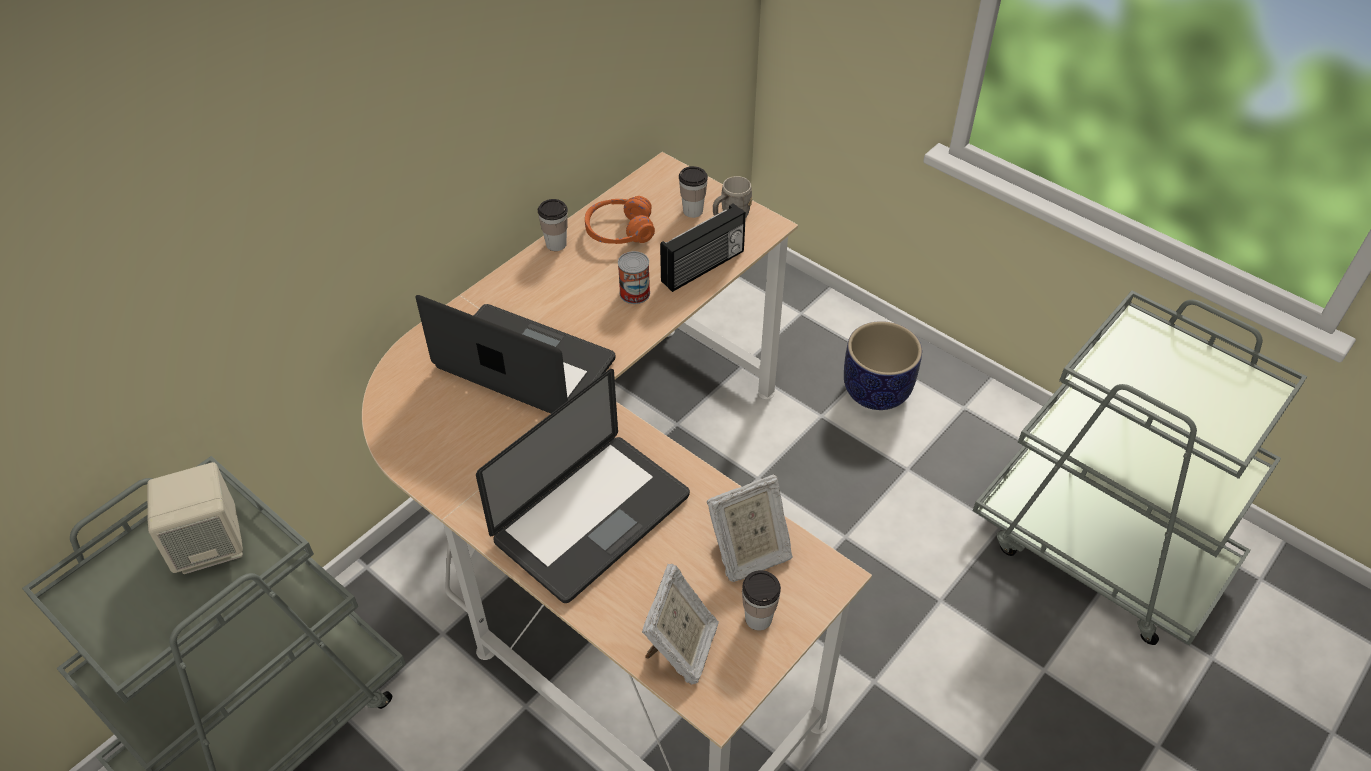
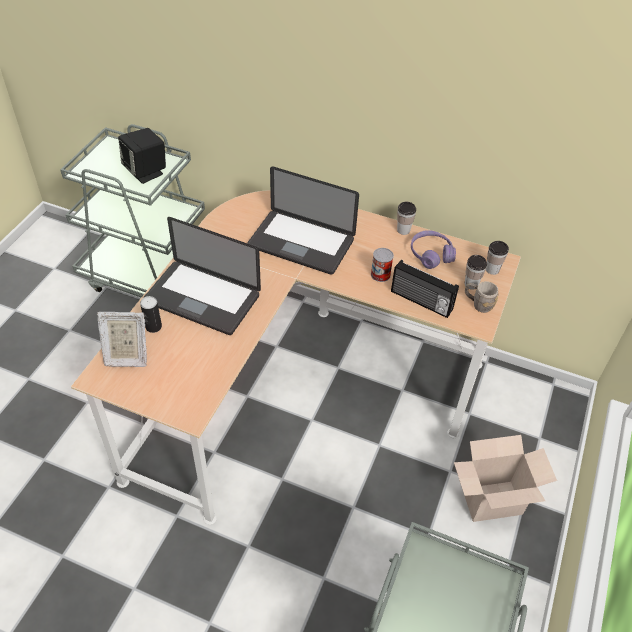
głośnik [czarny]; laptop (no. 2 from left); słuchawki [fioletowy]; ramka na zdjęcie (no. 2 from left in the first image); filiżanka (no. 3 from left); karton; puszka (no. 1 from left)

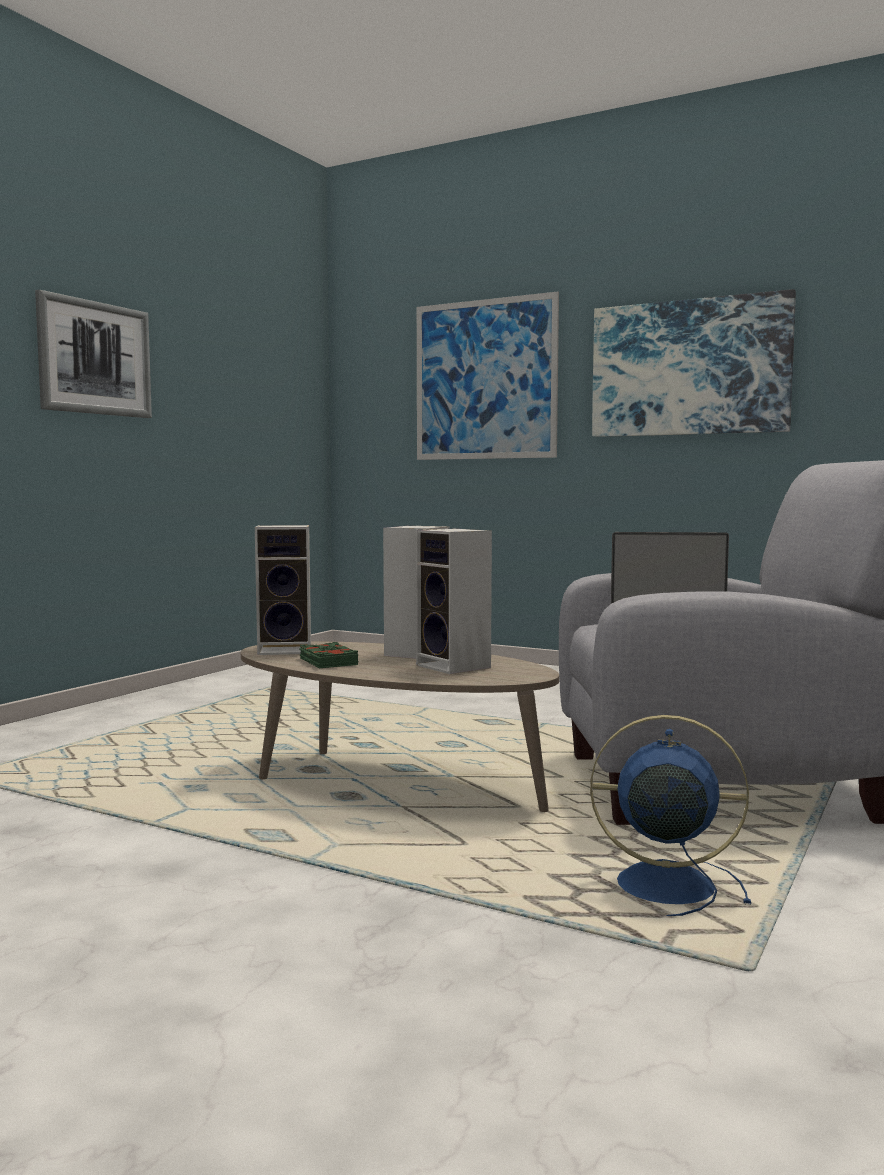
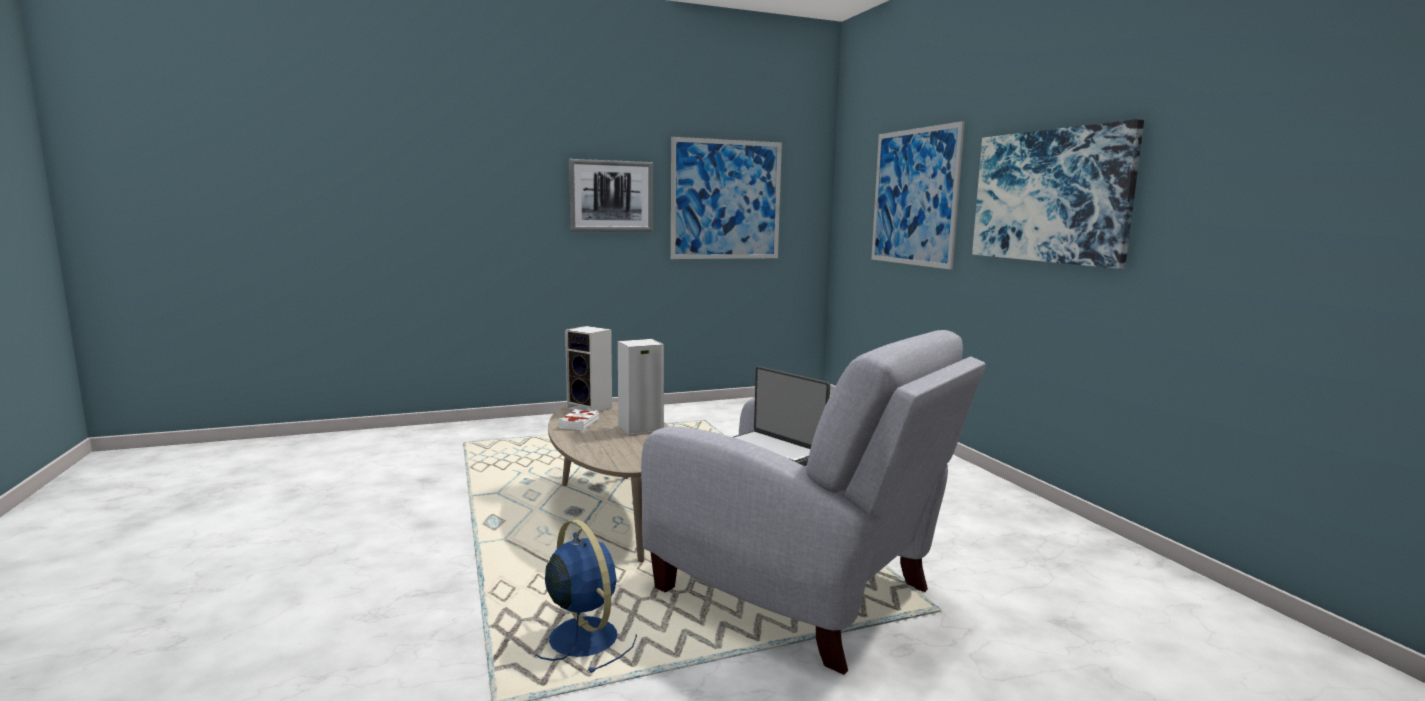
książka [biały]; głośnik (no. 3 from left in the first image); obraz (no. 2 from left)

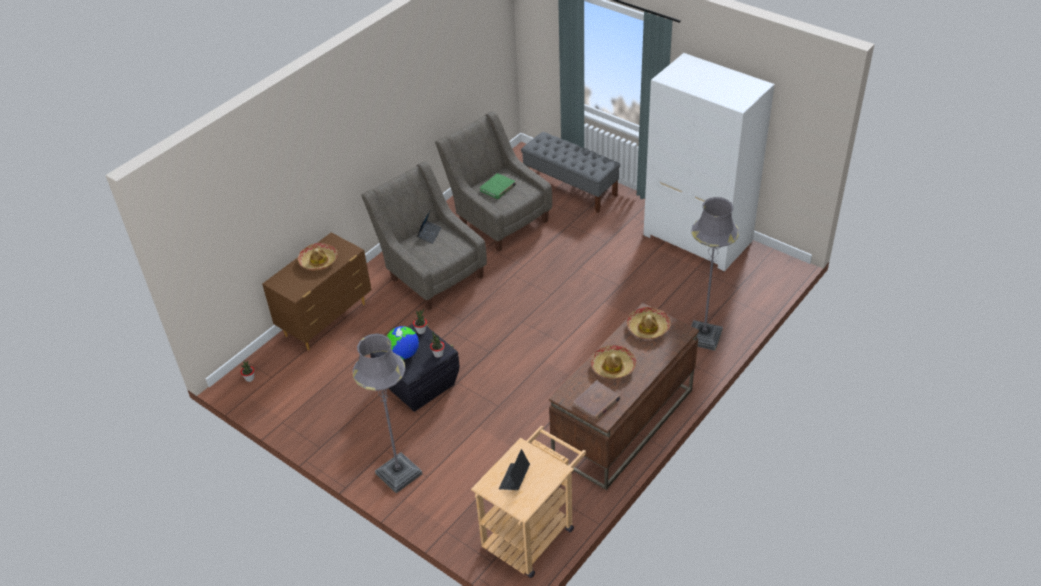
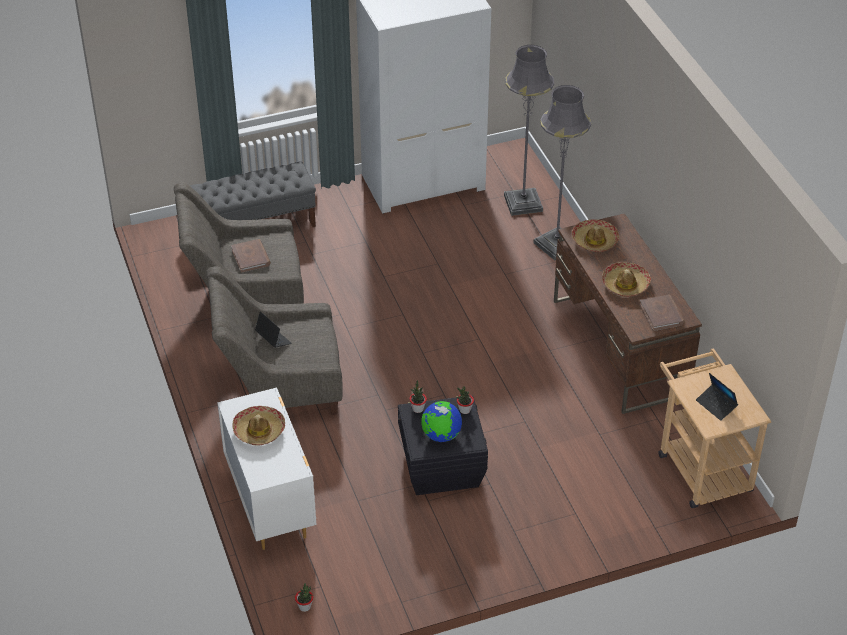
komoda [biały]; lampa stojąca [szary] (no. 1 from left); książka [brązowy] (no. 1 from left)

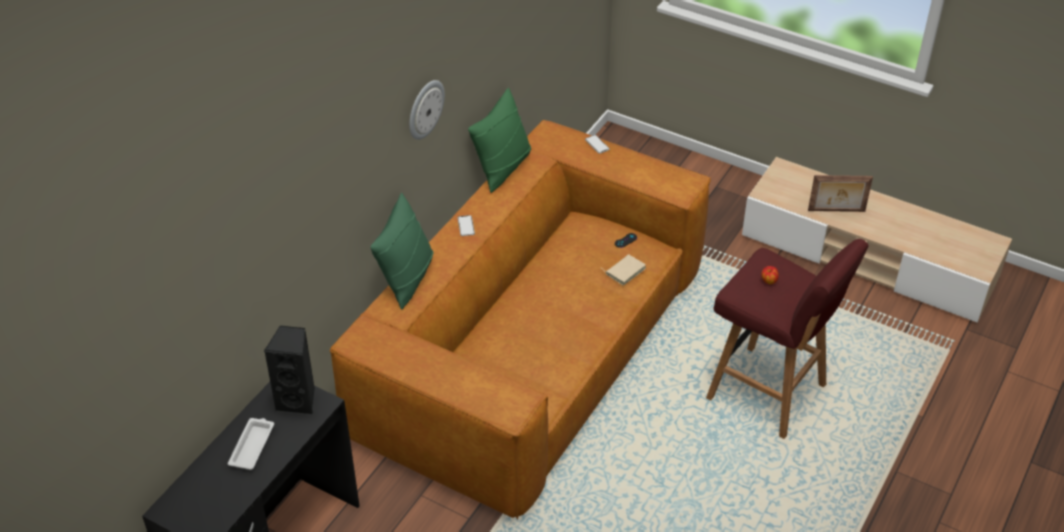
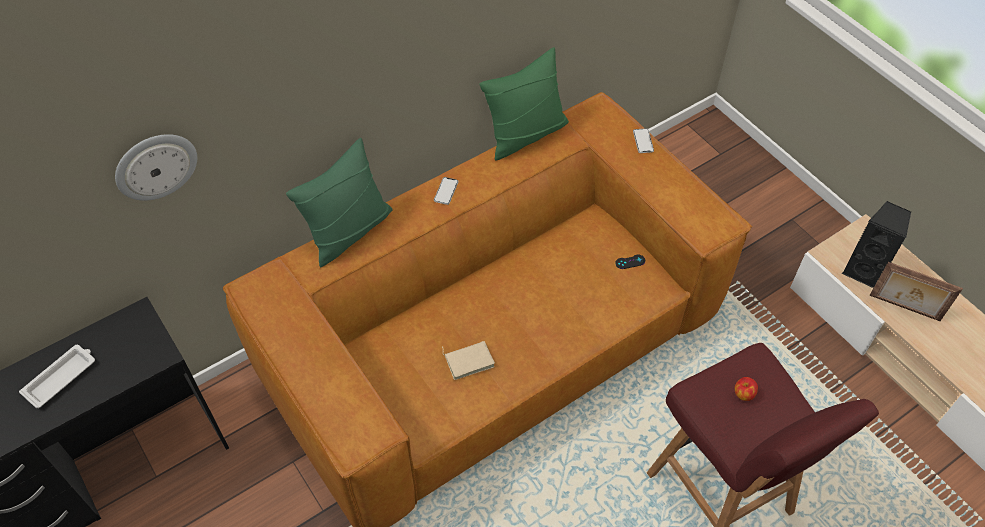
głośnik [czarny]; zegar ścienny; książka [beżowy]

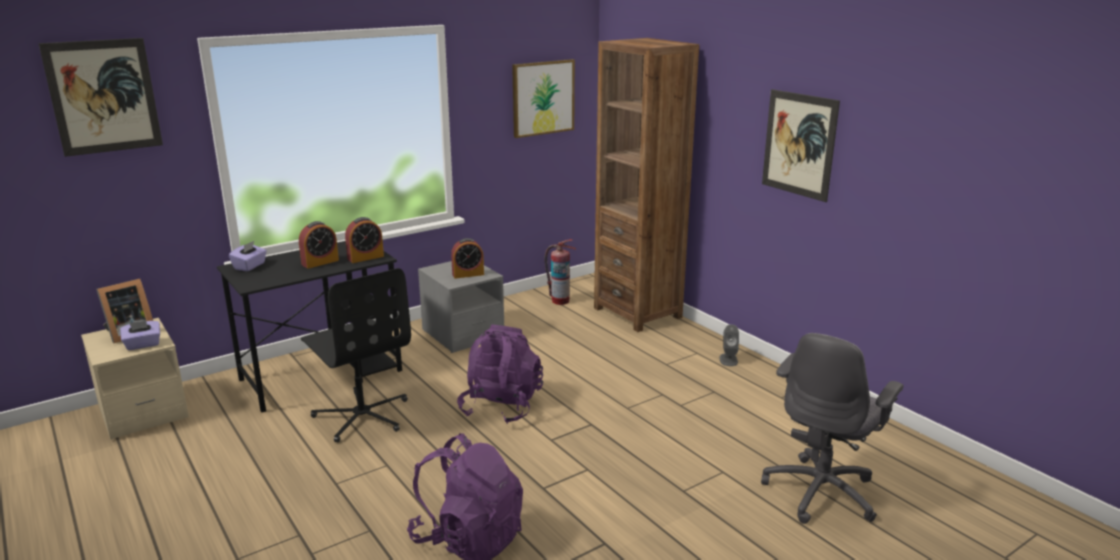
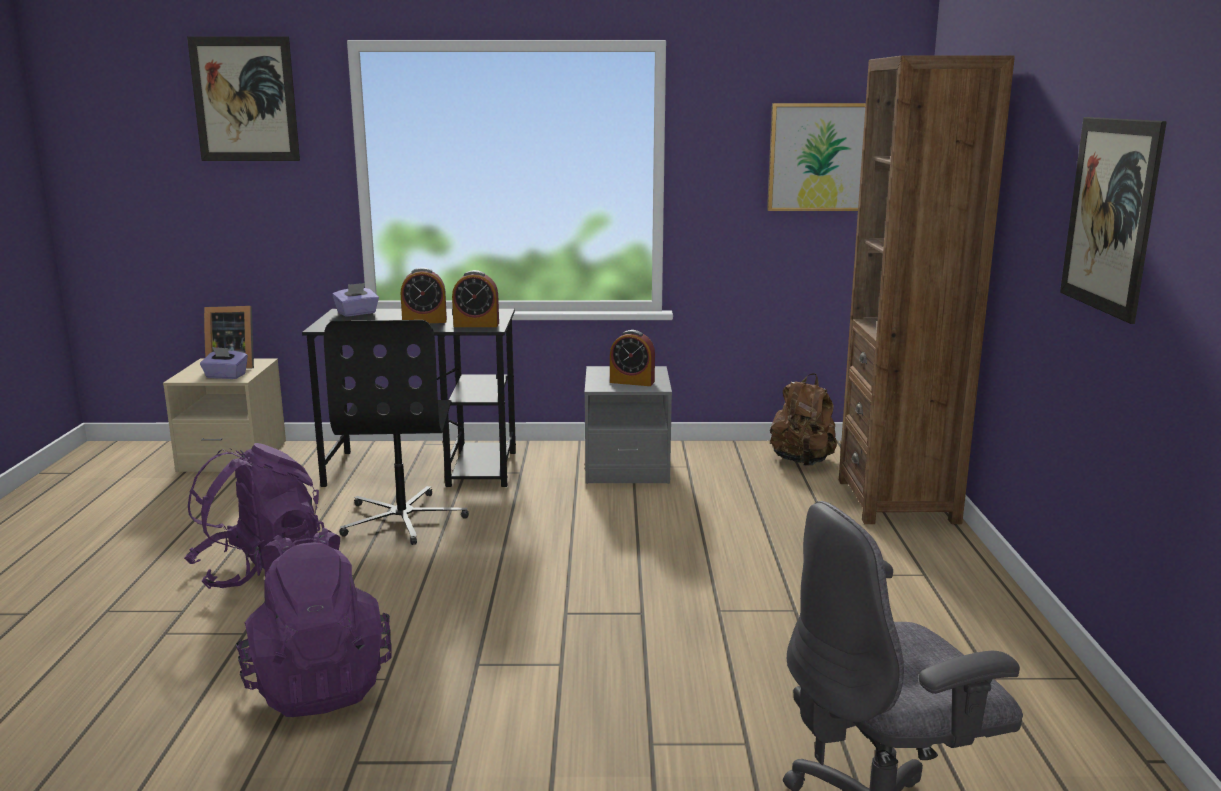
plecak [fioletowy] (no. 1 from left); plecak [brązowy]; głośnik [szary]

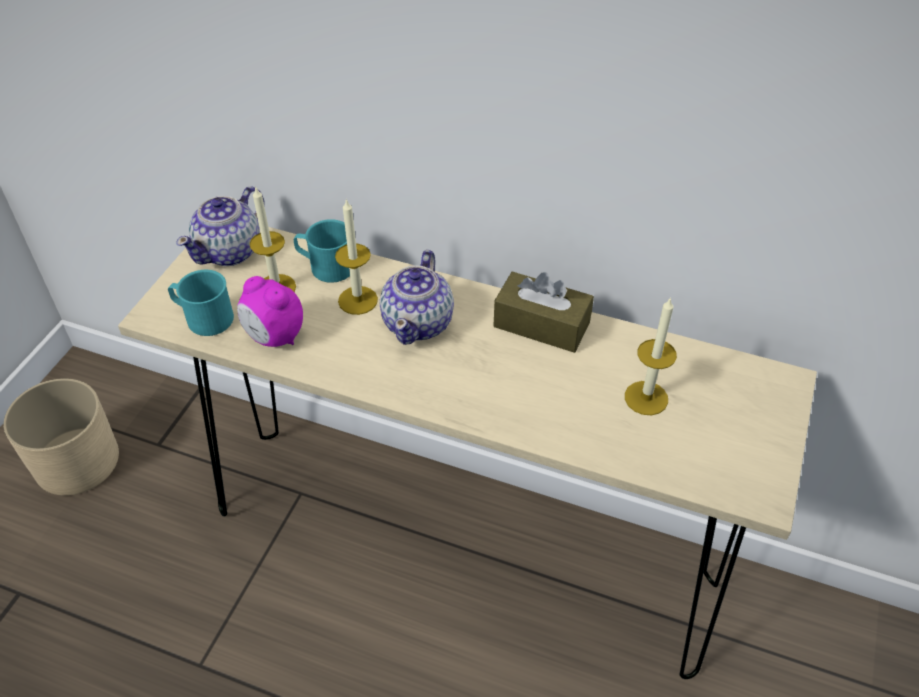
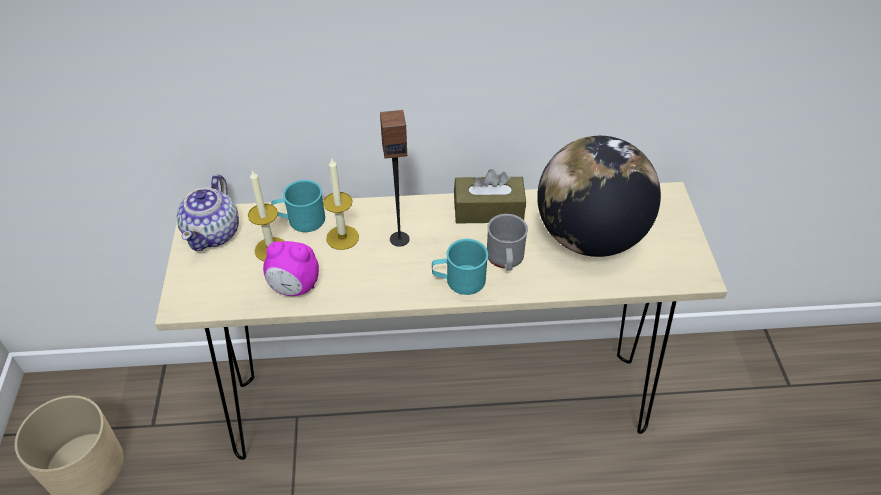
kubek [turkusowy] (no. 2 from left); głośnik; globus; kubek [szary]

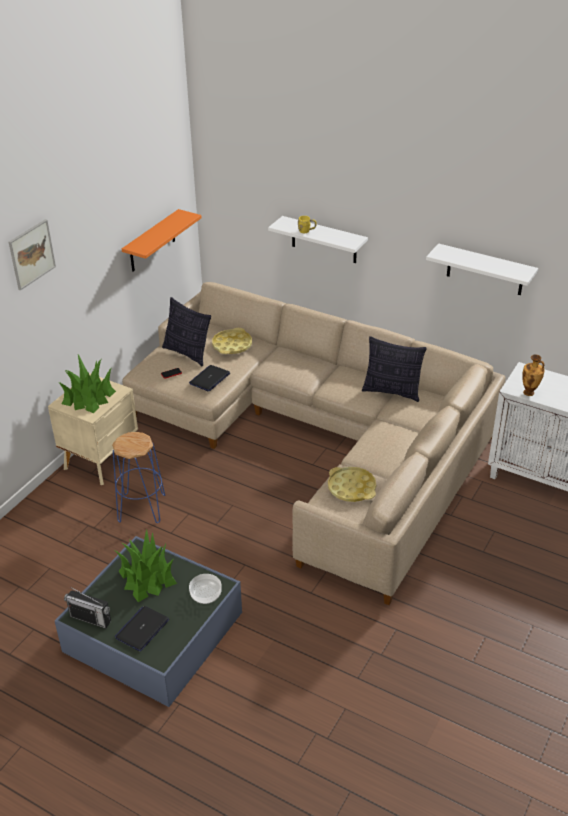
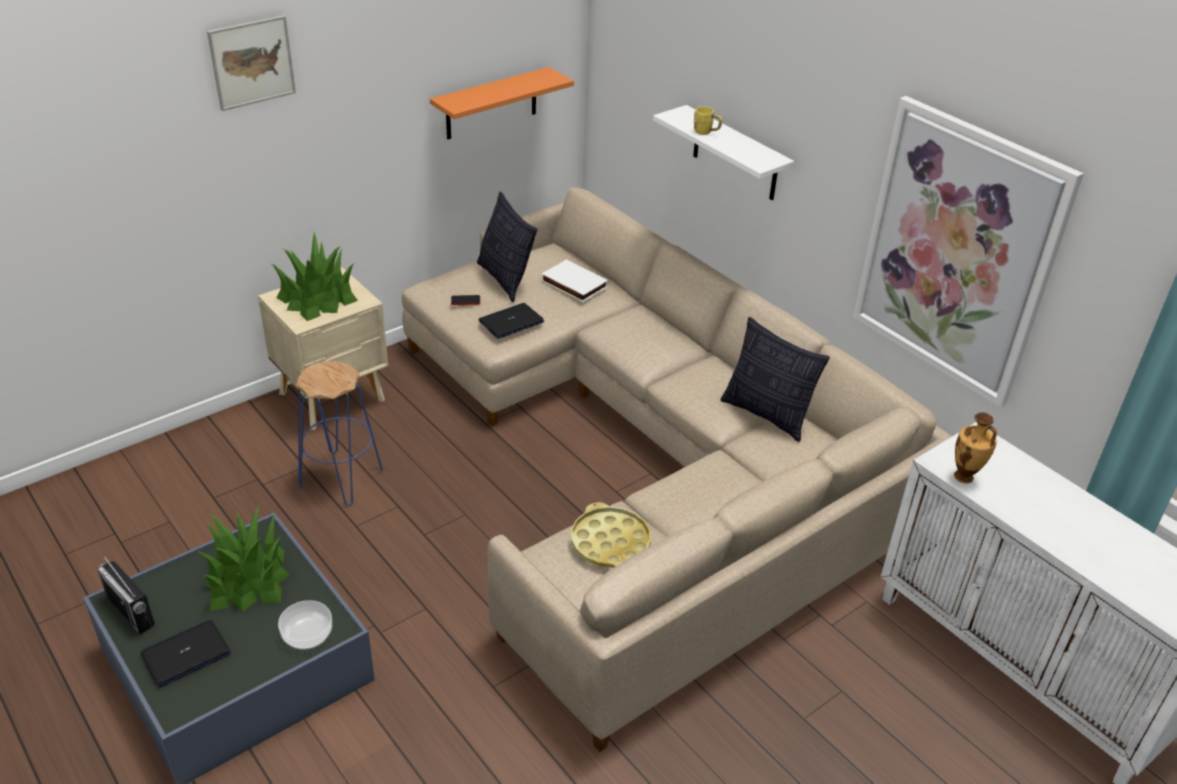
książka [biały]; obraz (no. 2 from left)

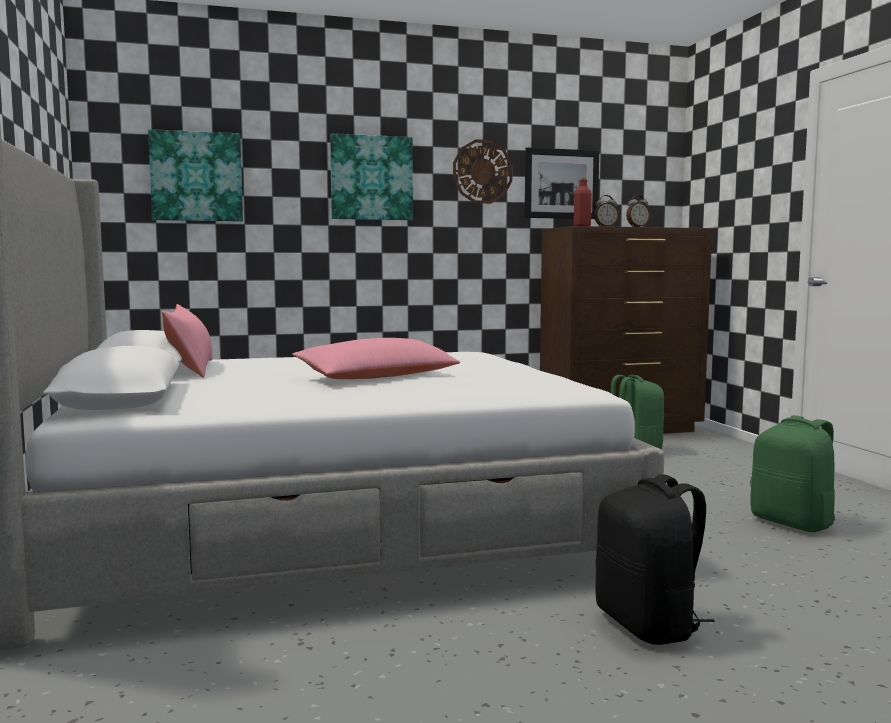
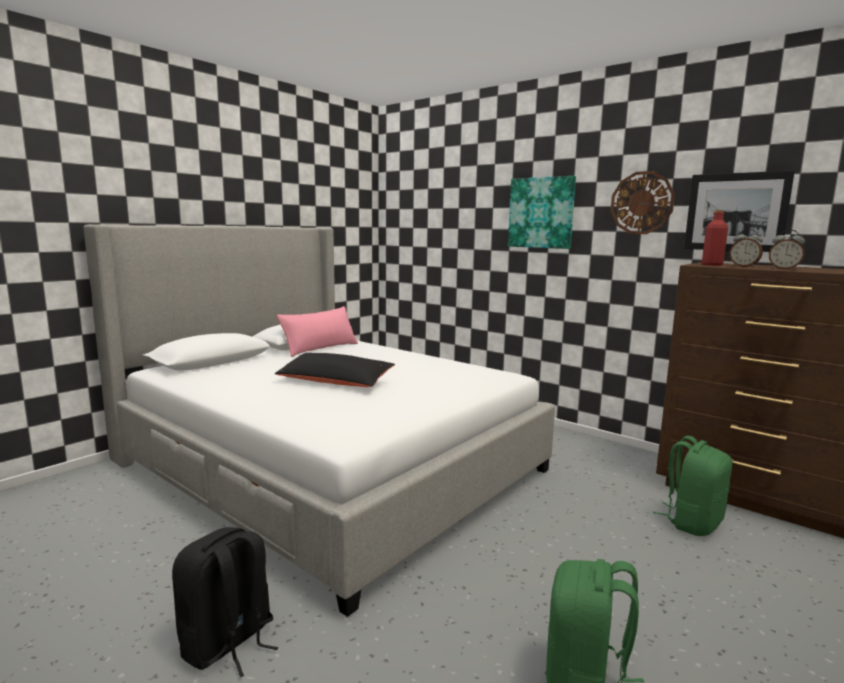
obraz (no. 1 from left in the first image); poduszka [czarny]

